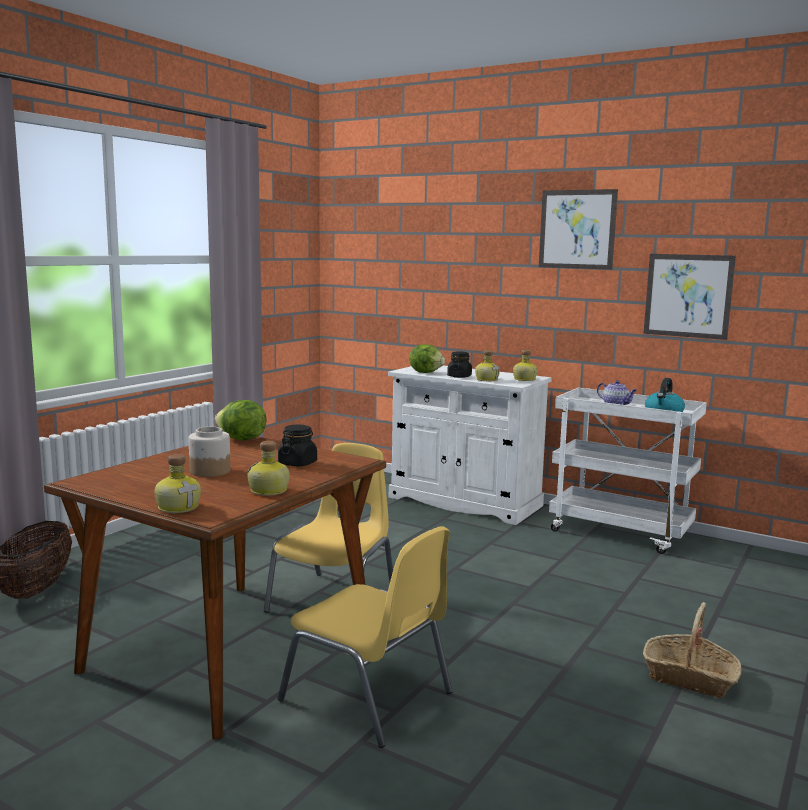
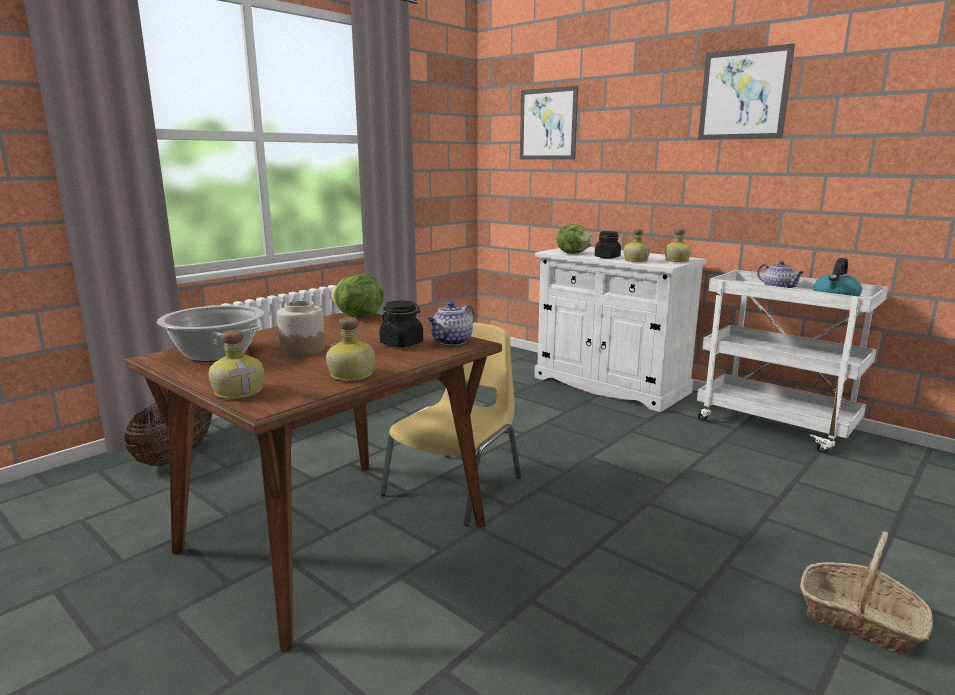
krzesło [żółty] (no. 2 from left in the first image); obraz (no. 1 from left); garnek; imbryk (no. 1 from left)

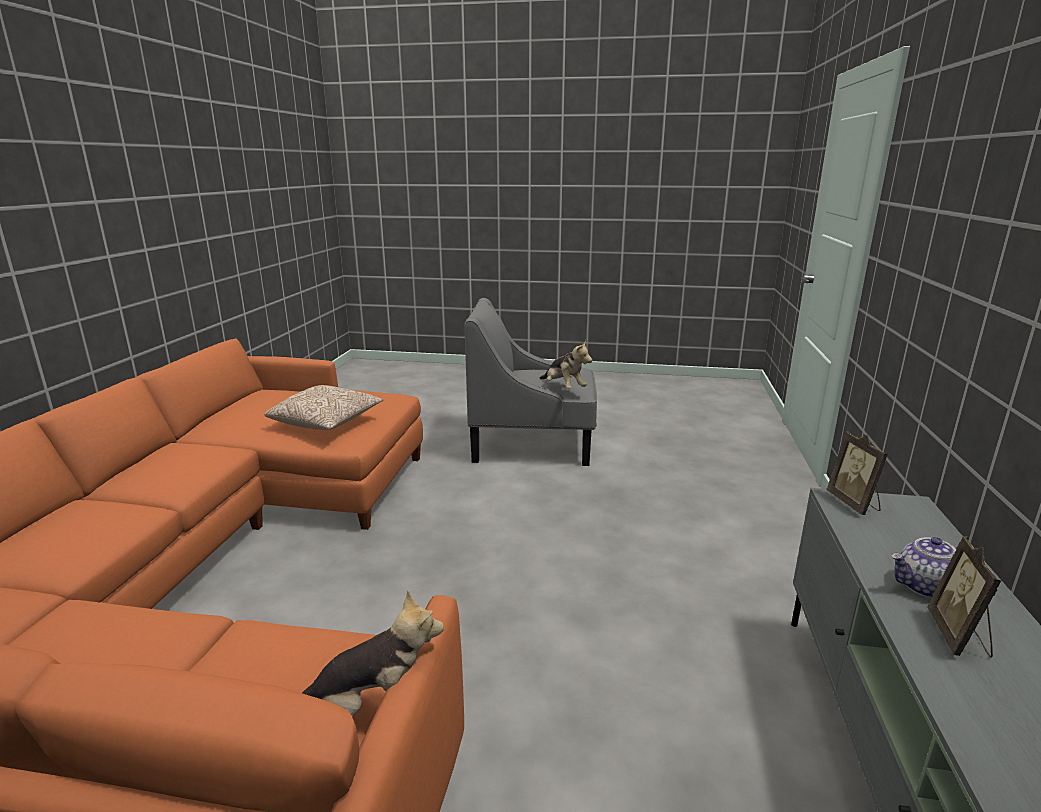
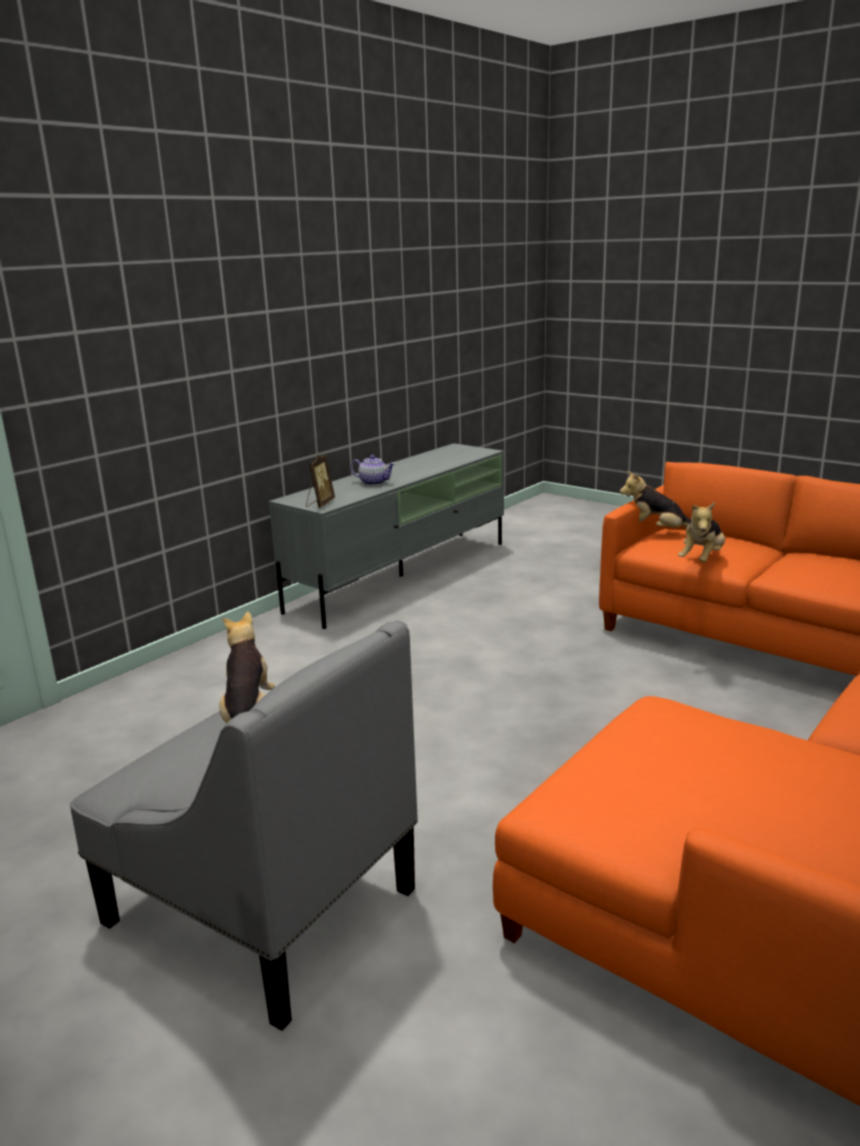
poduszka; ramka na zdjęcie (no. 2 from left in the first image); pluszak (no. 3 from left)

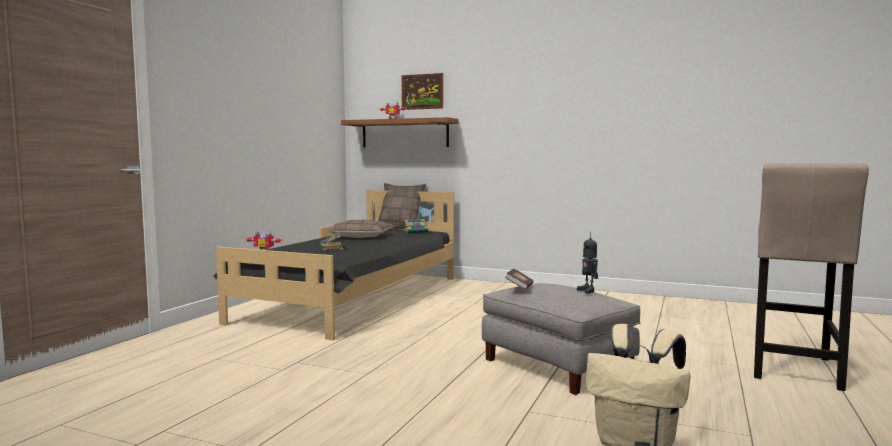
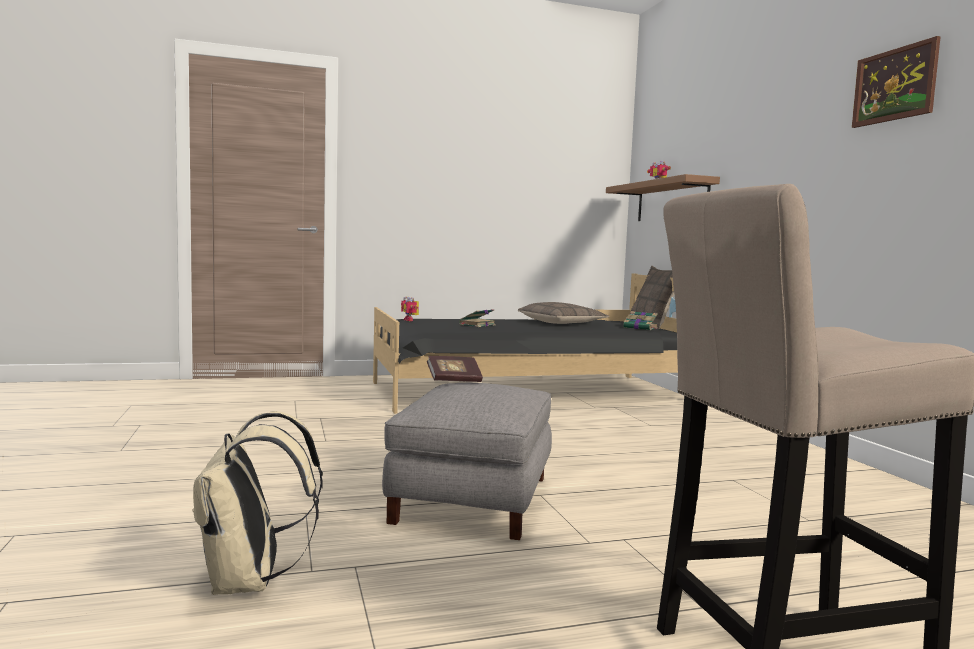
obraz; robot zabawkowy (no. 3 from left in the first image)

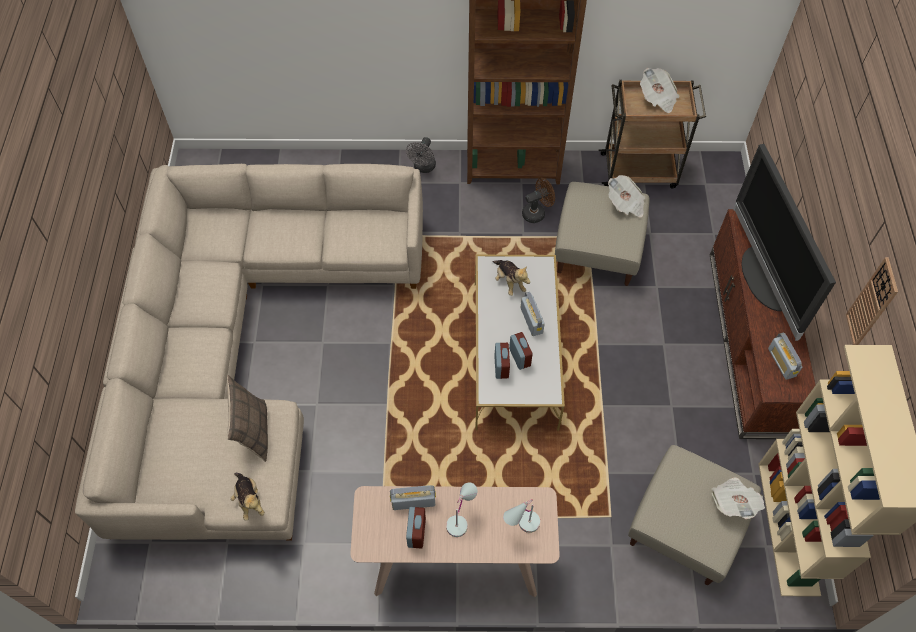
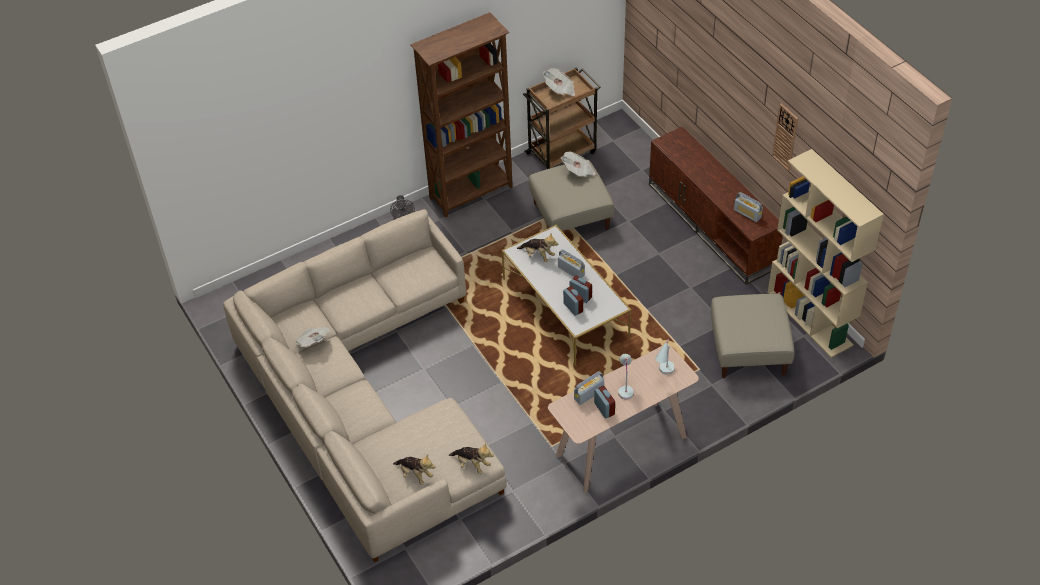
poduszka; wentylator [brązowy]; gazeta (no. 1 from left); telewizor; pluszak (no. 1 from left)

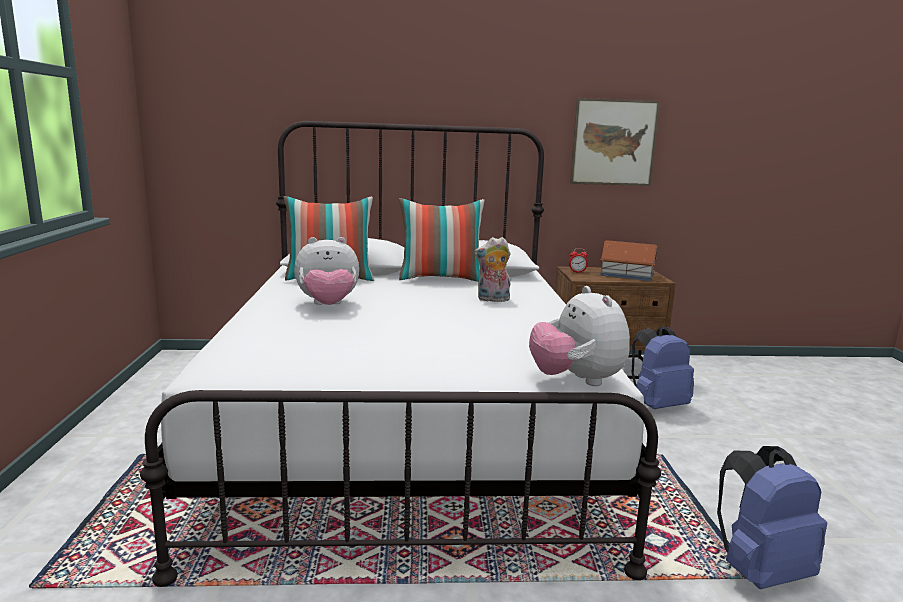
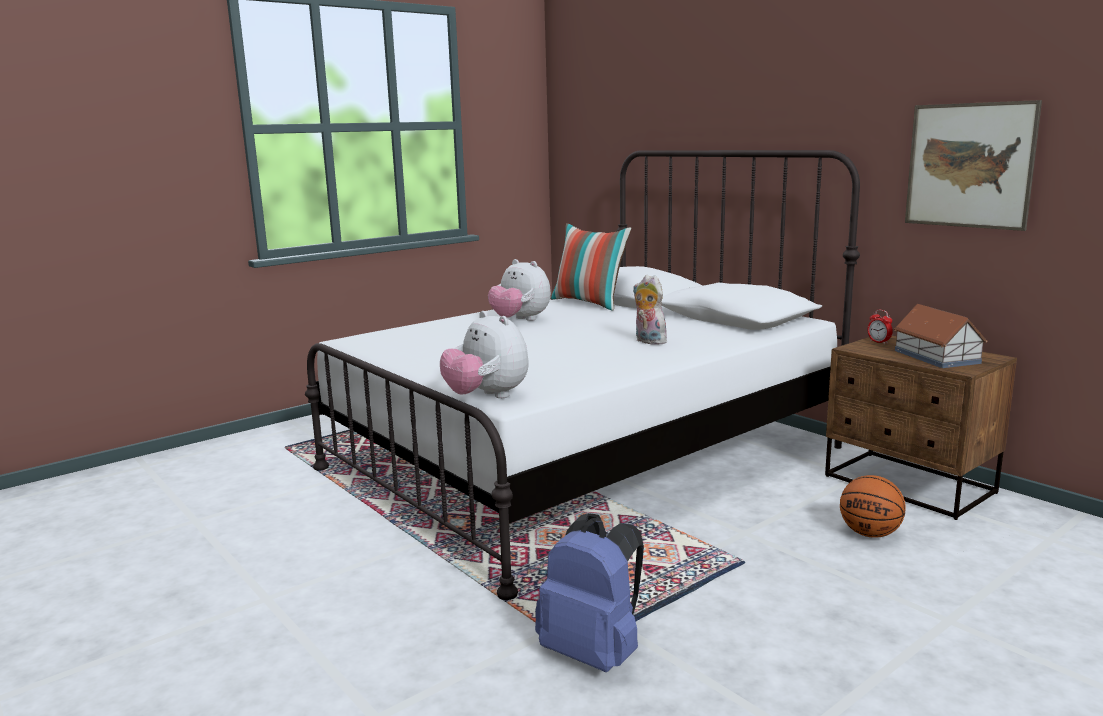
poduszka (no. 2 from left in the first image); pluszak (no. 1 from left); piłka do koszykówki

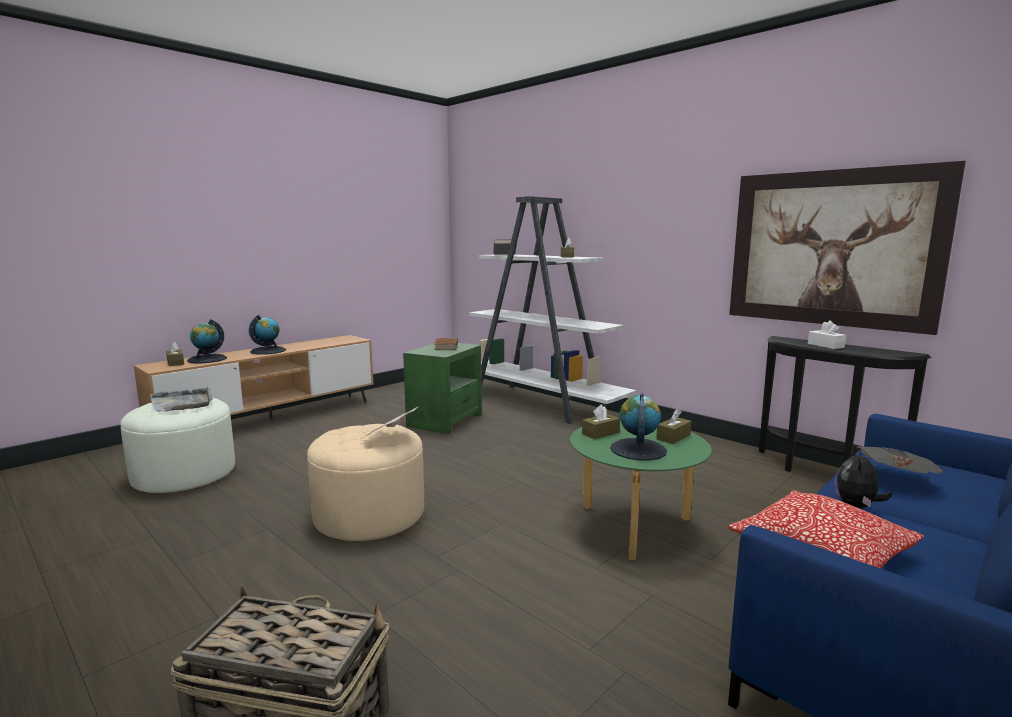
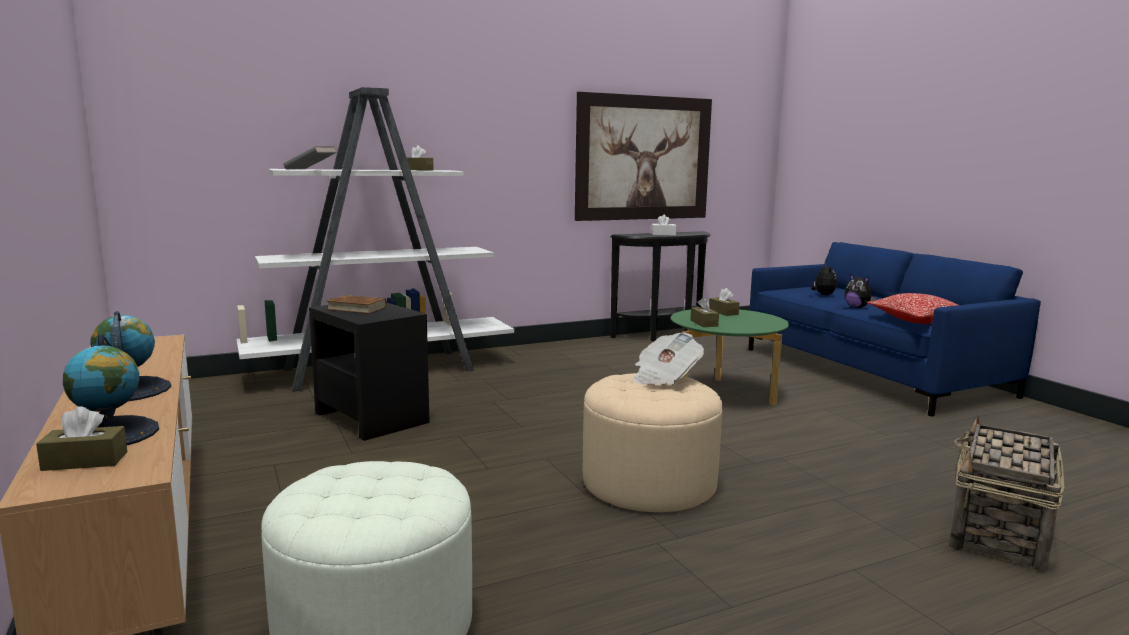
taca [szary]; stolik [czarny]; globus (no. 3 from left in the first image); pluszak (no. 1 from left)

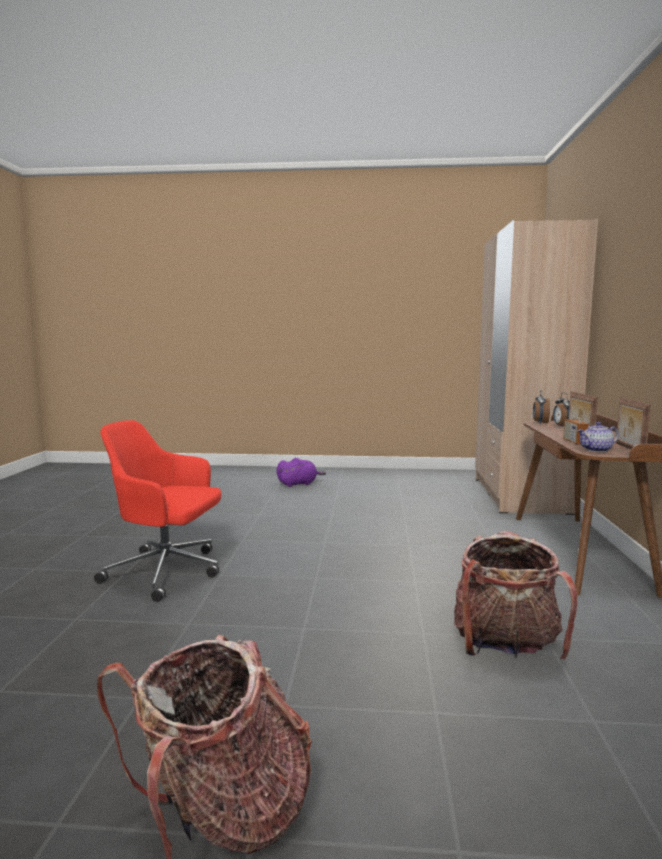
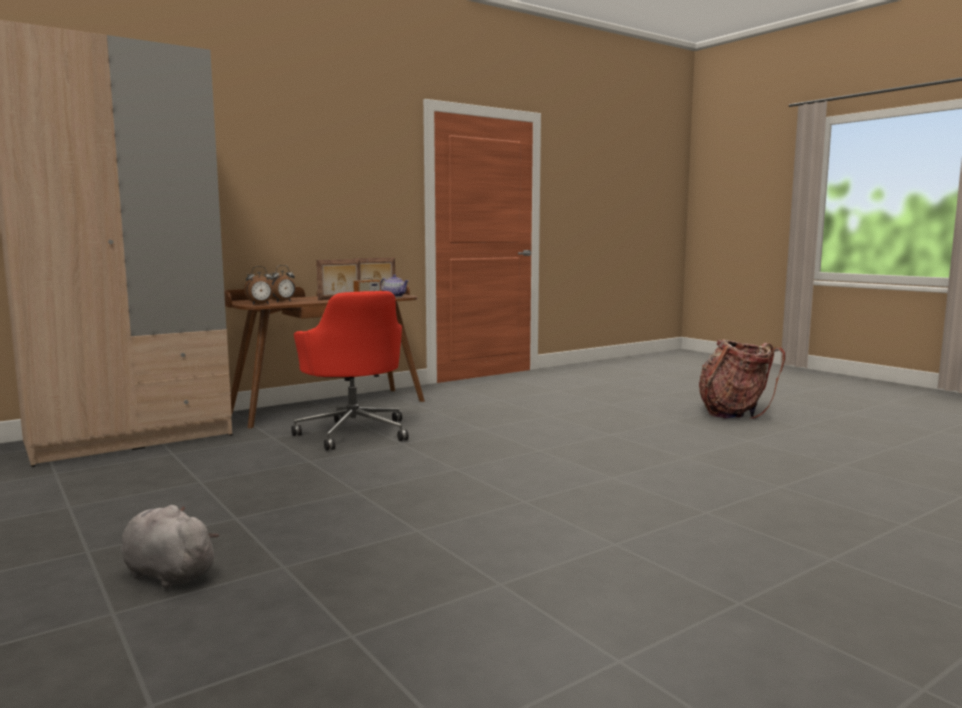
krzesło biurowe [czerwony]; pluszak [szary]; plecak (no. 2 from left in the first image)

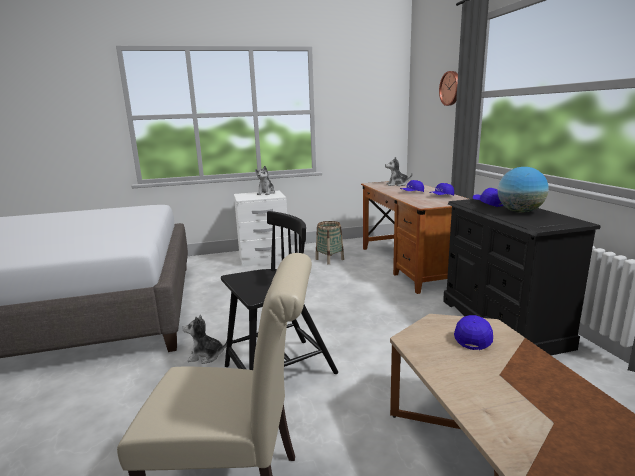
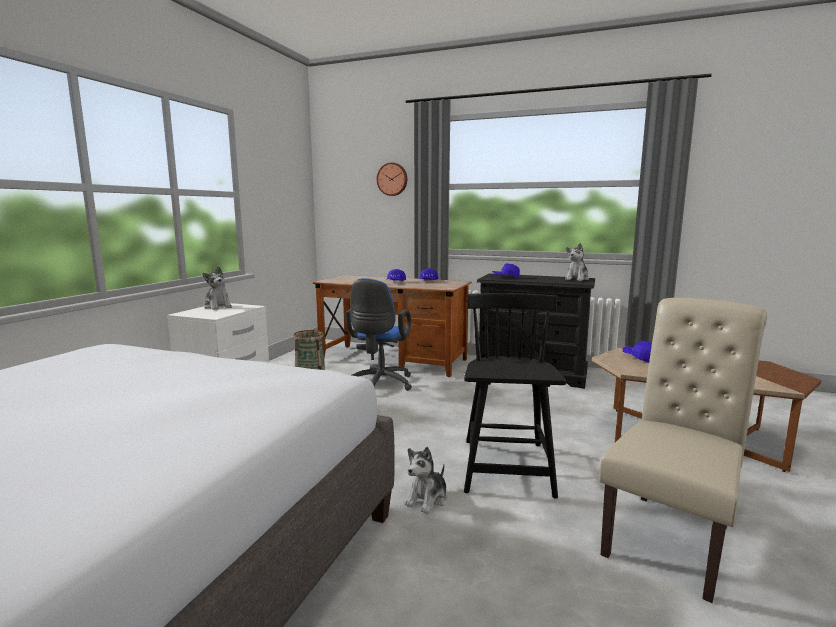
pluszak (no. 3 from left); globus; krzesło biurowe [niebieski]

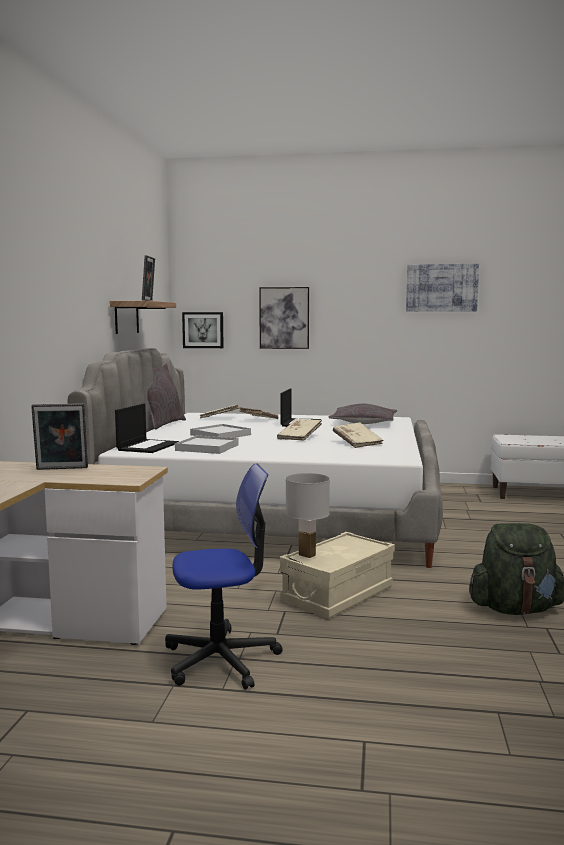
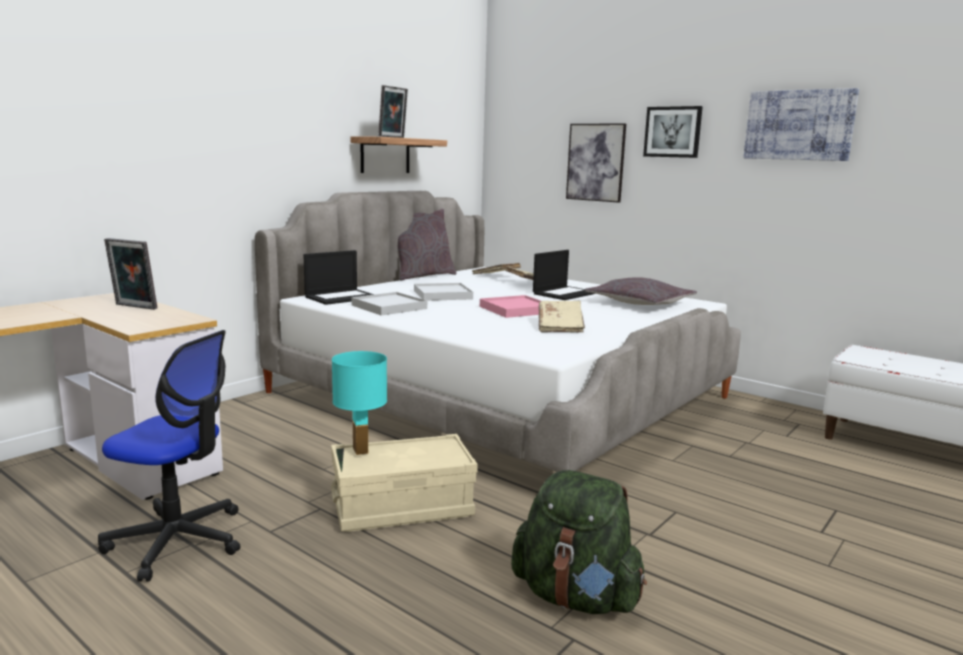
obraz (no. 2 from left); taca [różowy]; lampa stołowa [turkusowy]

